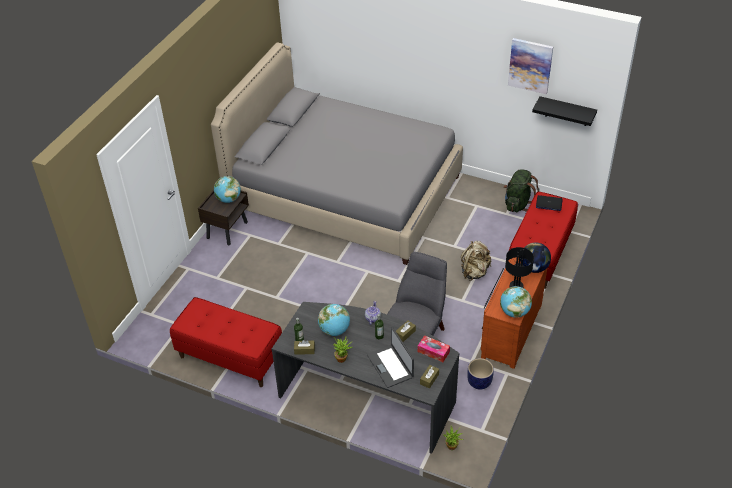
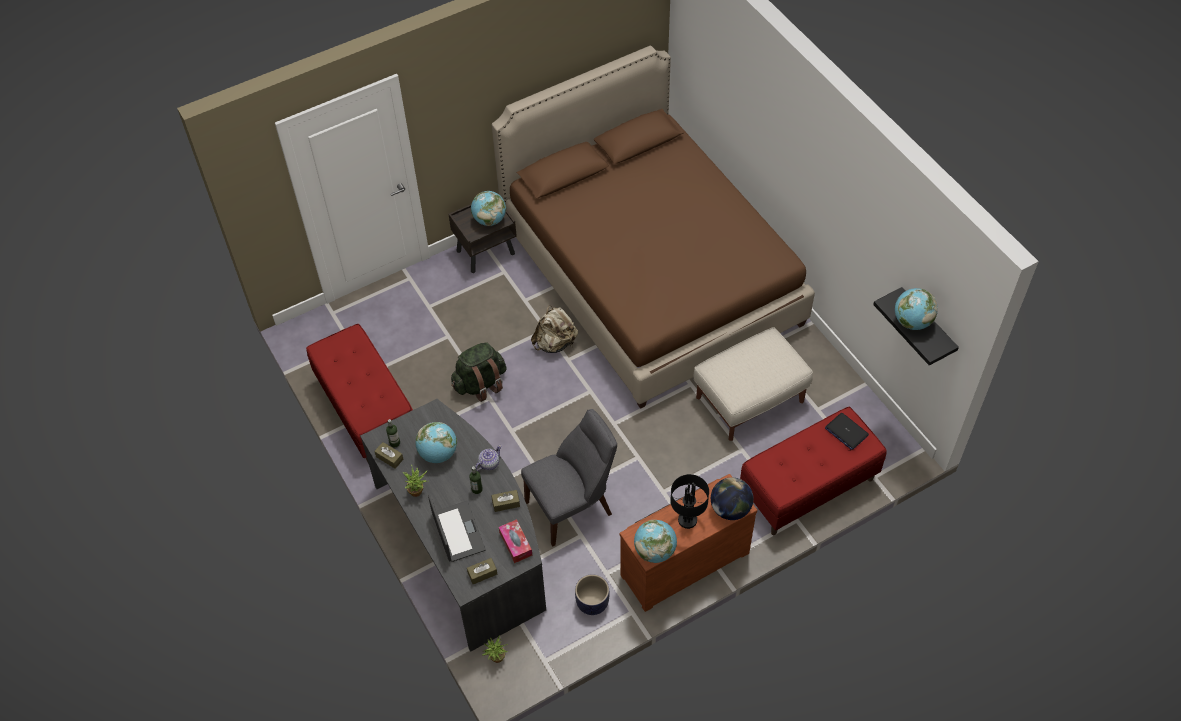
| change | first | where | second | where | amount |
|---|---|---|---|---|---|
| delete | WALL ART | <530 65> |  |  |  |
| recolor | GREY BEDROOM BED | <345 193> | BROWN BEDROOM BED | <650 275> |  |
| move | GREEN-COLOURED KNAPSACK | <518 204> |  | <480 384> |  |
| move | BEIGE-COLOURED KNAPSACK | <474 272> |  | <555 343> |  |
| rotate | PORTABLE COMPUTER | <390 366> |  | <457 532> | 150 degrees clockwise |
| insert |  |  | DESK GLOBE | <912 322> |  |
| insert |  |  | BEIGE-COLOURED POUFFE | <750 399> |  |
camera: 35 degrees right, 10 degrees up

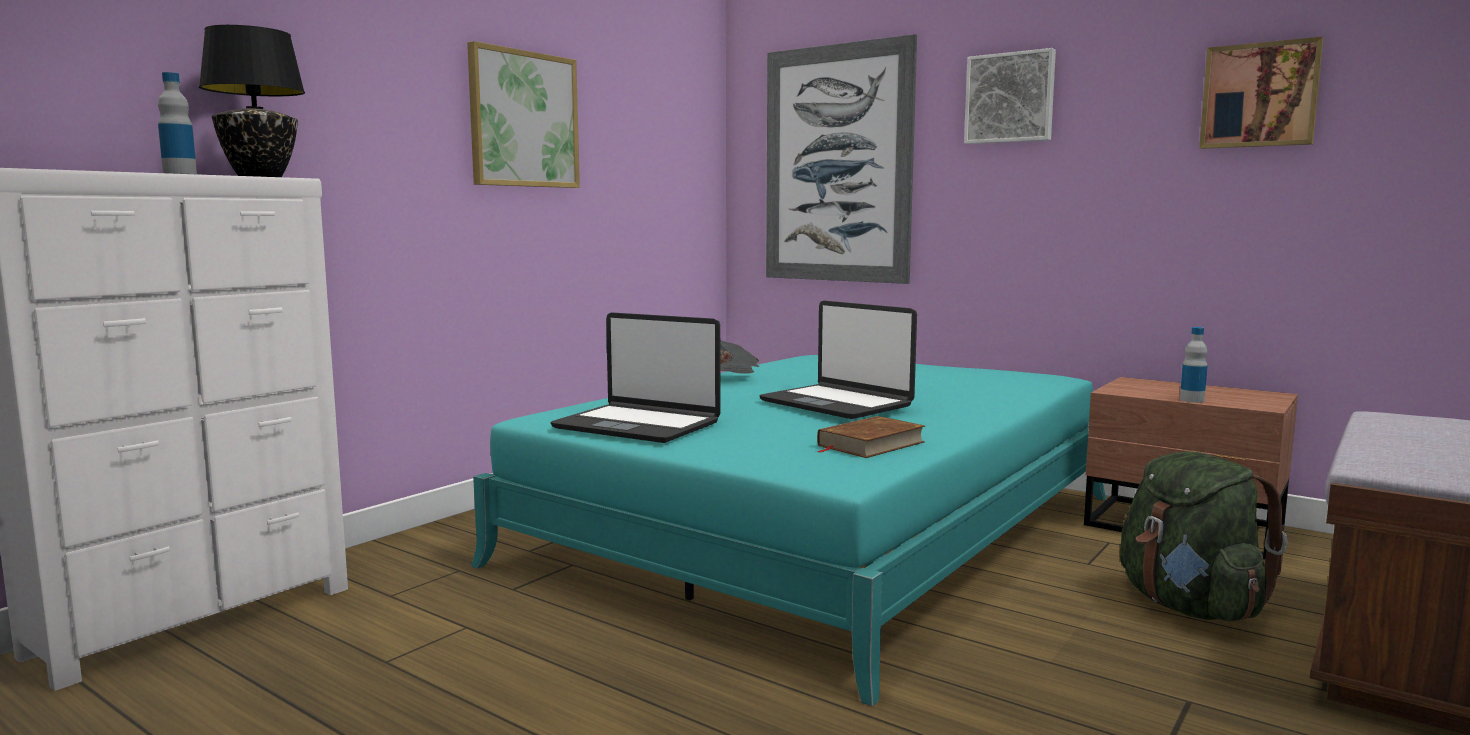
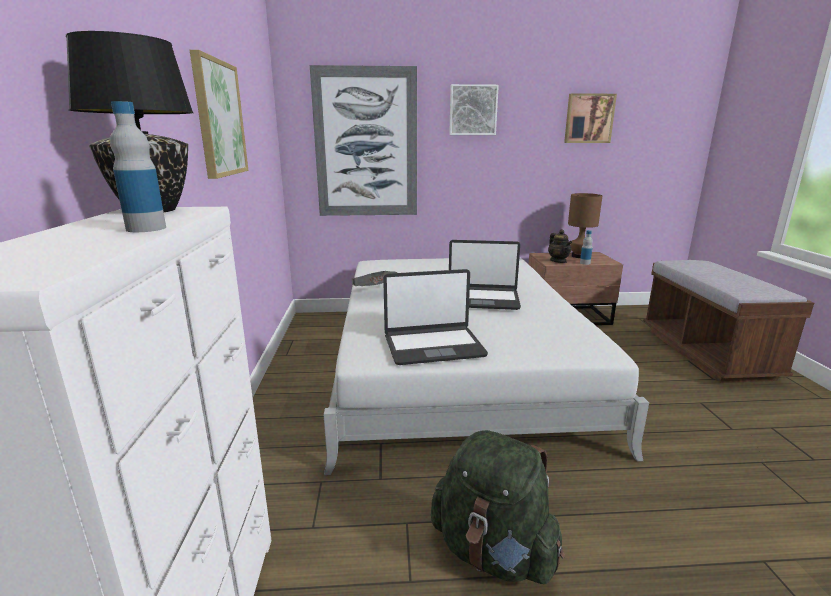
| change | first | where | second | where | amount |
|---|---|---|---|---|---|
| recolor | TURQUOISE-COLOURED BEDROOM BED | <822 529> | WHITE BEDROOM BED | <455 365> |  |
| delete | BROWN BOUND BOOK | <870 444> |  |  |  |
| move | GREEN-COLOURED KNAPSACK | <1189 607> |  | <493 552> |  |
| insert |  |  | BROWN LAMP FOR A TABLE | <578 256> |  |
| insert |  |  | POT FOR TEA | <558 261> |  |
camera: 40 degrees left, 10 degrees up

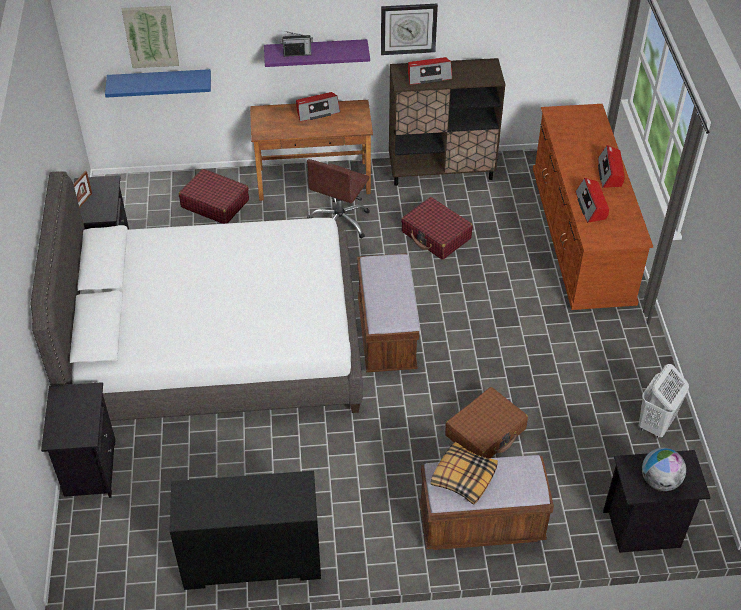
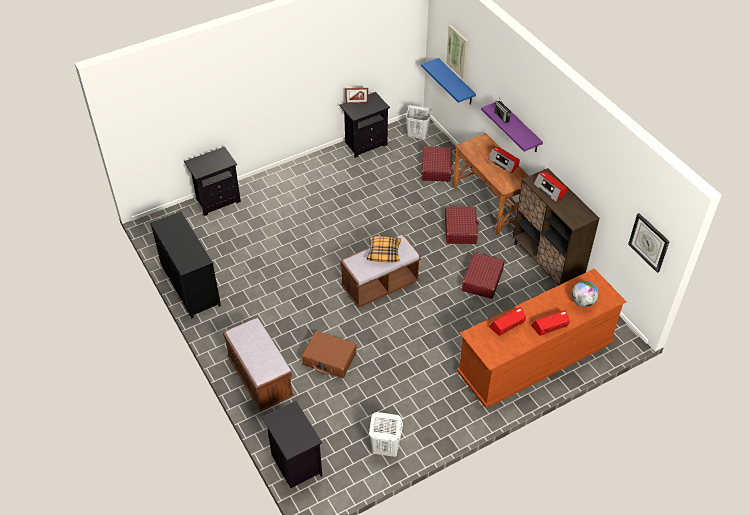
| change | first | where | second | where | amount |
|---|---|---|---|---|---|
| move | HANGING CLOCK | <408 28> |  | <649 242> |  |
| replace | BROWN COMPUTER CHAIR | <340 222> | RED TRAVEL CASE | <460 230> |  |
| delete | WHITE BEDROOM BED | <215 347> |  |  |  |
| move | PILLOW | <463 477> |  | <384 252> |  |
| move | DESK GLOBE | <659 481> |  | <582 302> |  |
| insert |  |  | WHITE LAUNDRY BASKET | <418 136> |  |
camera: 65 degrees right, 0 degrees up

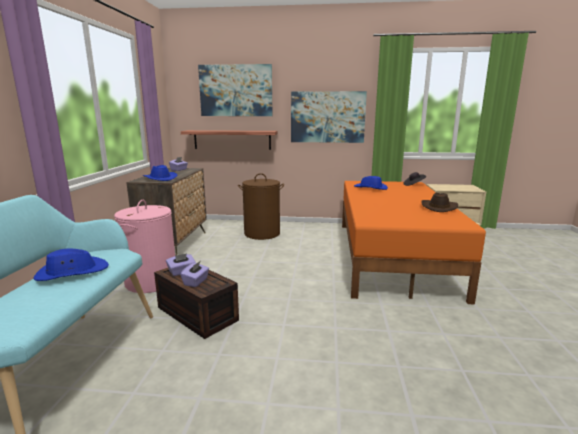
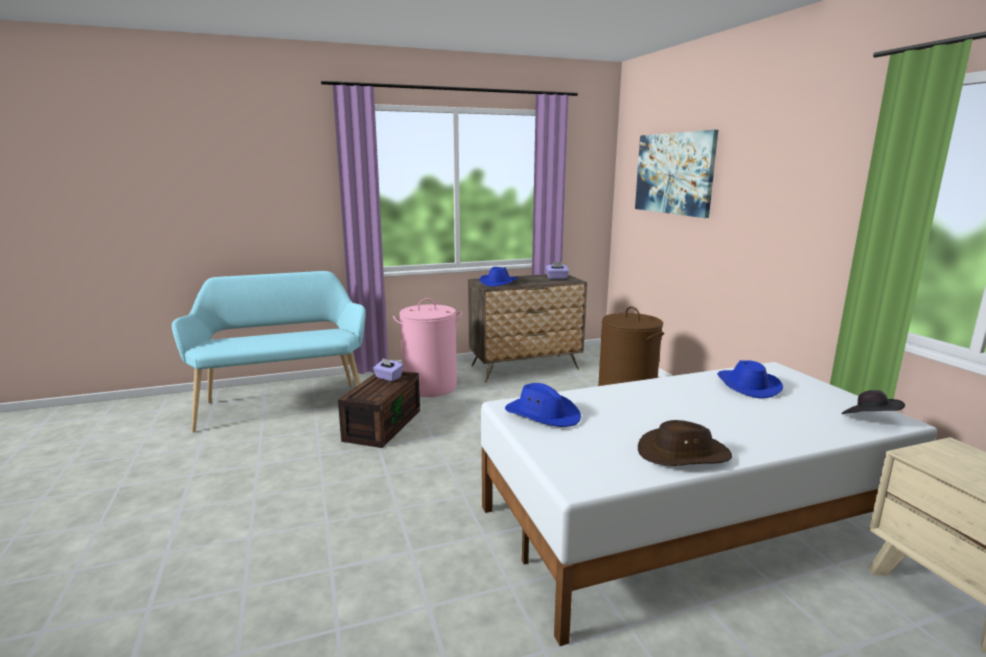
| change | first | where | second | where | amount |
|---|---|---|---|---|---|
| delete | WALL ART | <327 117> |  |  |  |
| delete | BRACKET SHELF | <232 140> |  |  |  |
| recolor | ORANGEY BEDROOM BED | <392 255> | WHITE BEDROOM BED | <688 524> |  |
| move | BLUE WEARABLE HAT | <72 272> |  | <542 414> |  |
| delete | PURPLISH TISSUE HOLDER | <196 282> |  |  |  |
camera: 65 degrees right, 0 degrees up

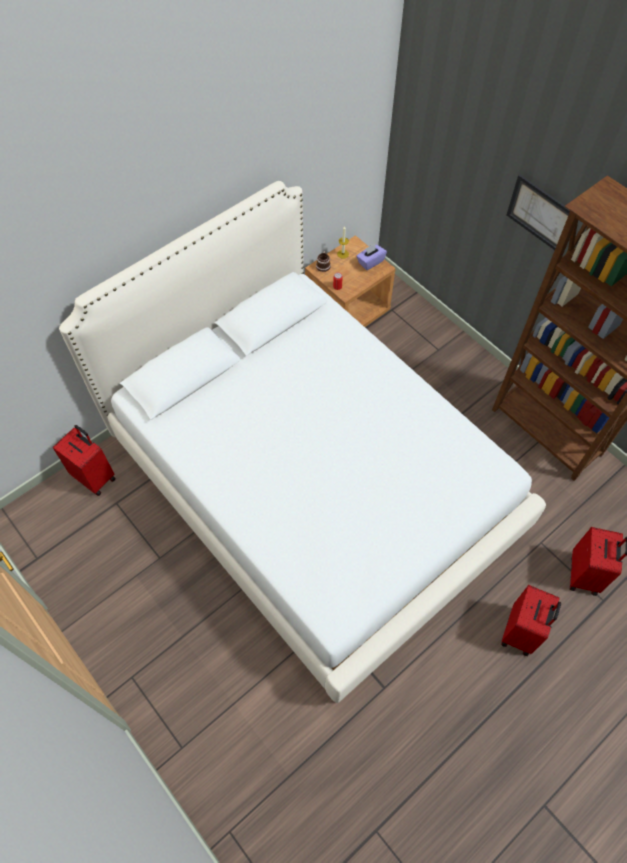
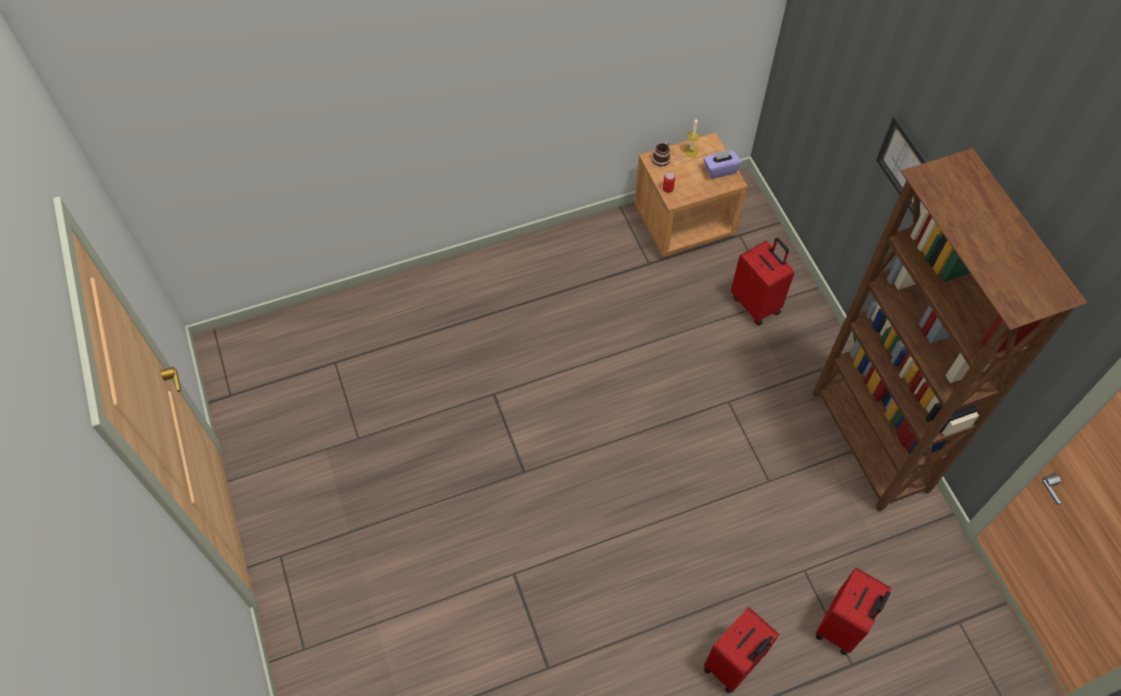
| change | first | where | second | where | amount |
|---|---|---|---|---|---|
| delete | WHITE BEDROOM BED | <313 484> |  |  |  |
| move | RED TRAVEL CASE | <95 477> |  | <756 304> |  |
camera: 20 degrees right, 0 degrees up

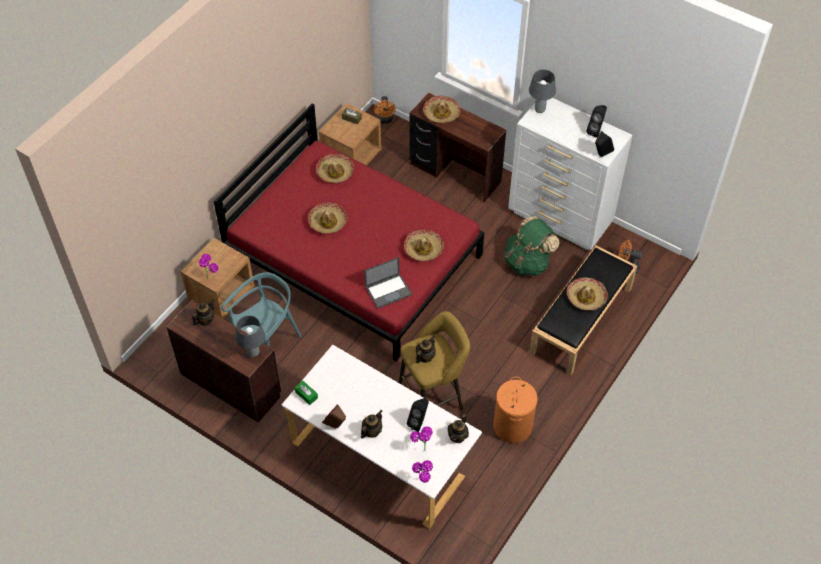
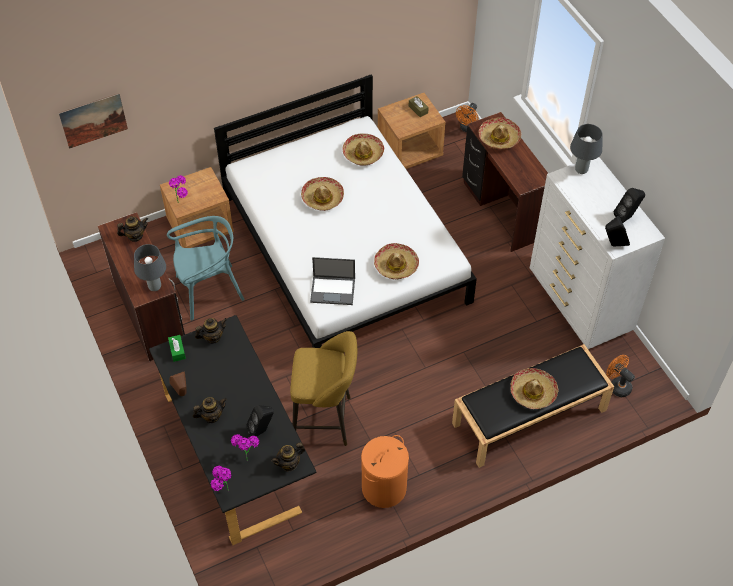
| change | first | where | second | where | amount |
|---|---|---|---|---|---|
| recolor | RED BEDROOM BED | <354 258> | WHITE BEDROOM BED | <345 249> |  |
| delete | GREEN-COLOURED KNAPSACK | <528 262> |  |  |  |
| move | POT FOR TEA | <425 357> |  | <212 337> |  |
| recolor | WHITE DESK | <381 457> | BLACK DESK | <237 451> |  |
| insert |  |  | WALL ART | <93 120> |  |
camera: 30 degrees right, 0 degrees up

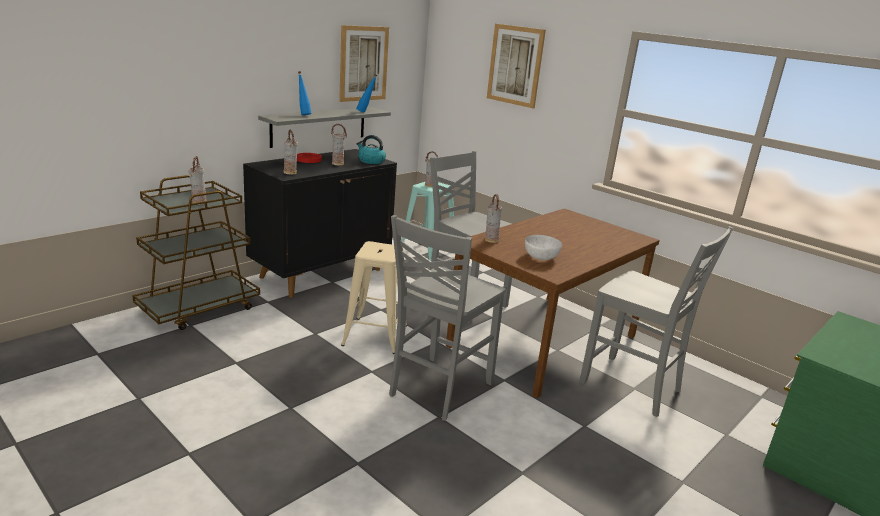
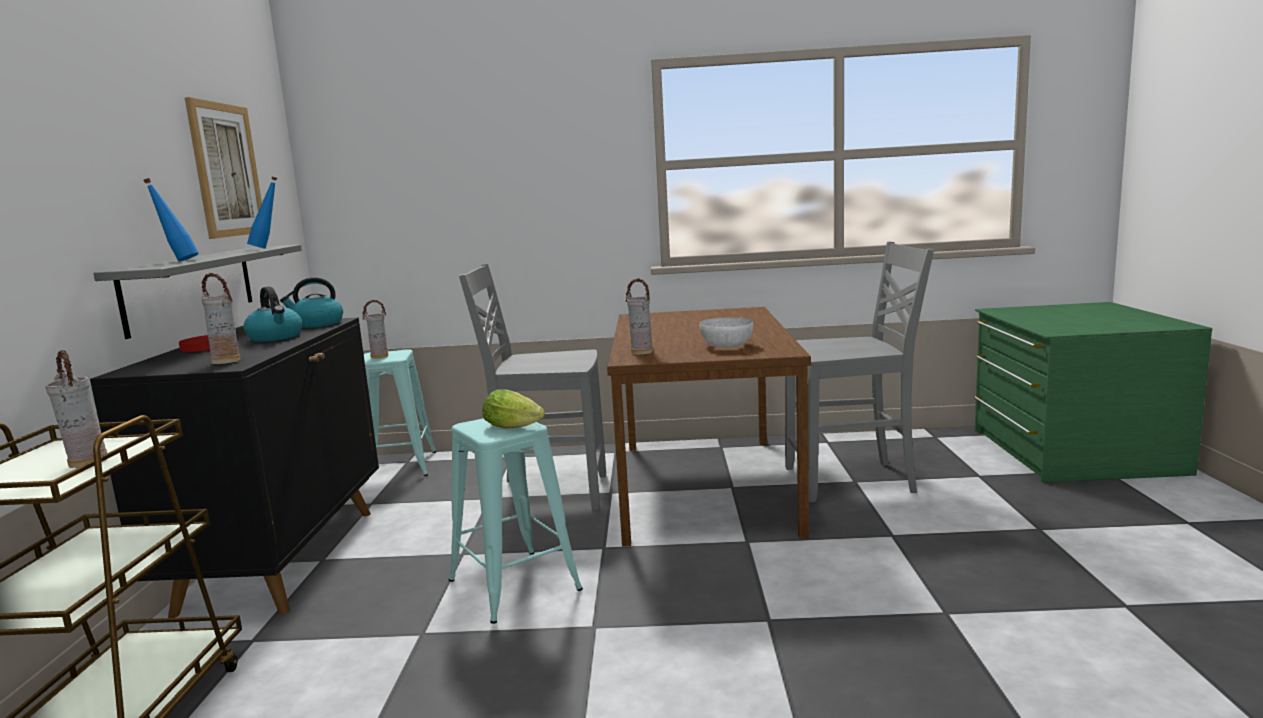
| change | first | where | second | where | amount |
|---|---|---|---|---|---|
| delete | WALL ART | <515 65> |  |  |  |
| replace | FLOWER VASE | <338 164> | WATER KETTLE | <276 337> |  |
| delete | GREY PLAIN CHAIR | <438 389> |  |  |  |
| recolor | BEIGE-COLOURED STOOL SEAT | <375 335> | TURQUOISE-COLOURED STOOL SEAT | <514 585> |  |
| insert |  |  | HEAD OF LETTUCE | <515 427> |  |
camera: 40 degrees left, 10 degrees down

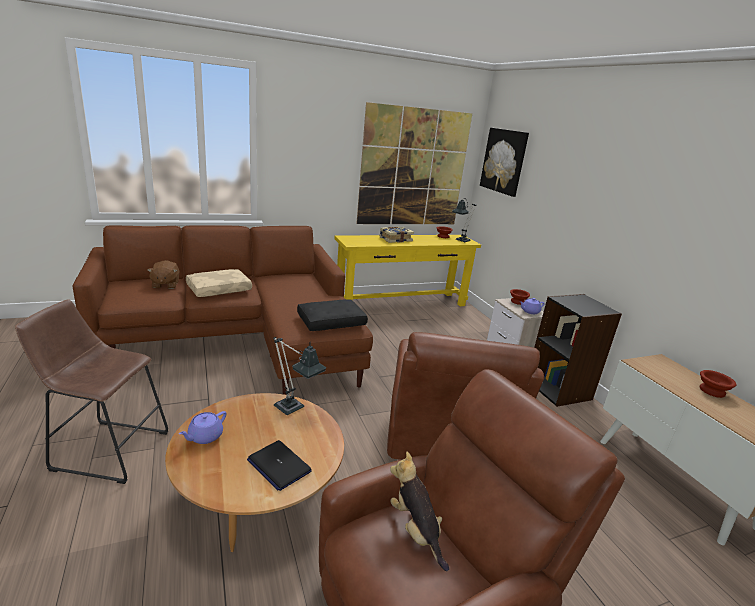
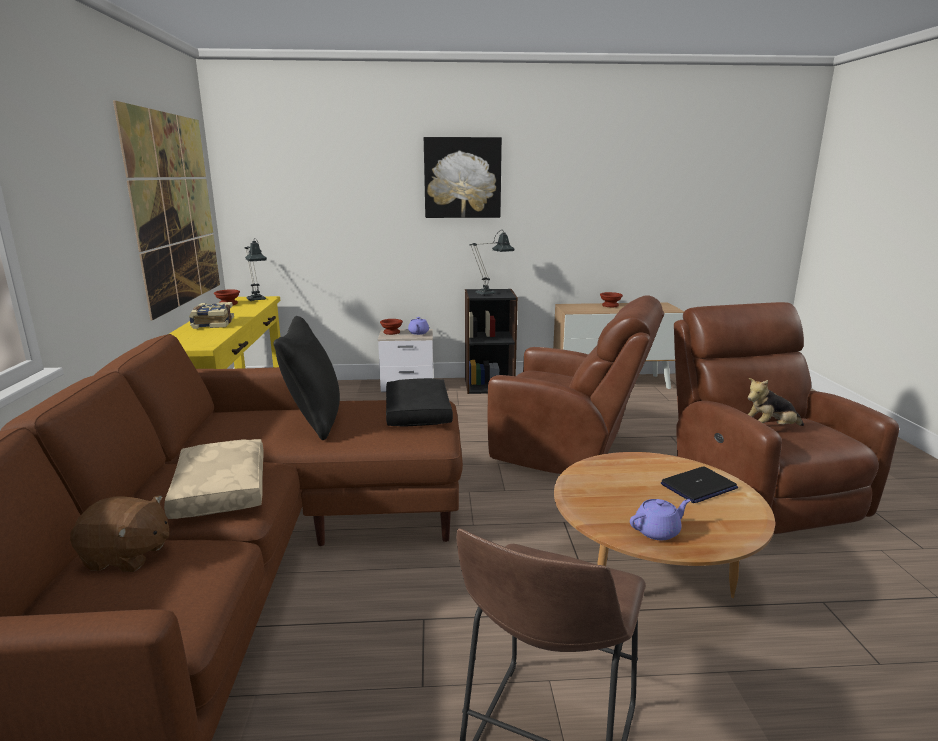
| change | first | where | second | where | amount |
|---|---|---|---|---|---|
| move | WALL ART | <504 161> |  | <462 178> |  |
| move | LAMP FOR A TABLE | <293 410> |  | <490 293> |  |
| rotate | PURPLISH POT FOR TEA | <204 437> |  | <657 531> | 75 degrees counterclockwise |
| insert |  |  | BLACK PILLOW | <314 420> |  |
camera: 70 degrees left, 5 degrees down

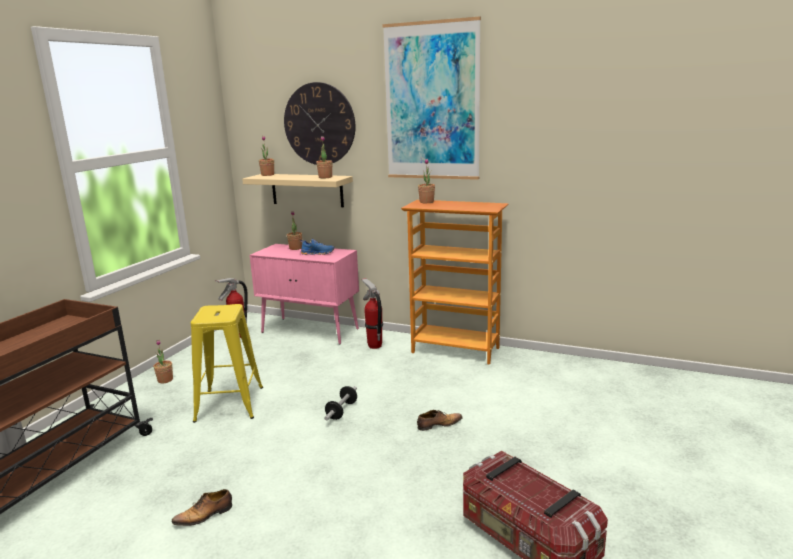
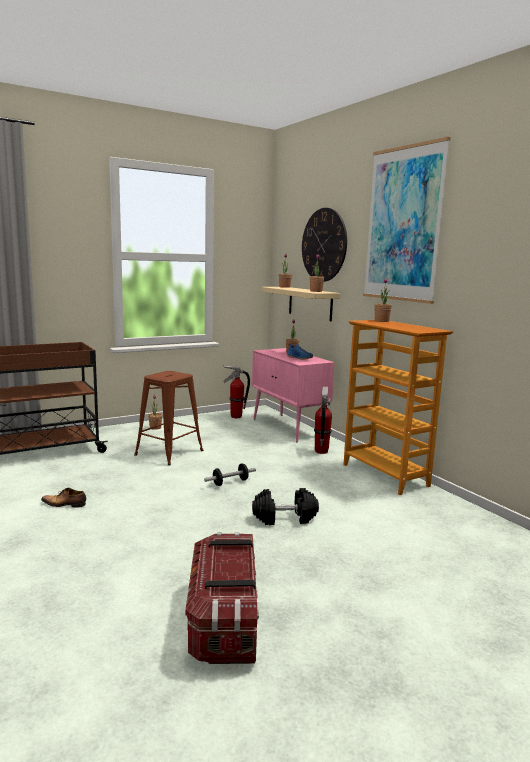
| change | first | where | second | where | amount |
|---|---|---|---|---|---|
| recolor | YELLOW-COLOURED STOOL SEAT | <229 404> | BROWN STOOL SEAT | <169 453> |  |
| replace | ITEM OF FOOTWEAR | <438 425> | BLACK DUMBBELL | <285 518> |  |
camera: 35 degrees right, 5 degrees down

